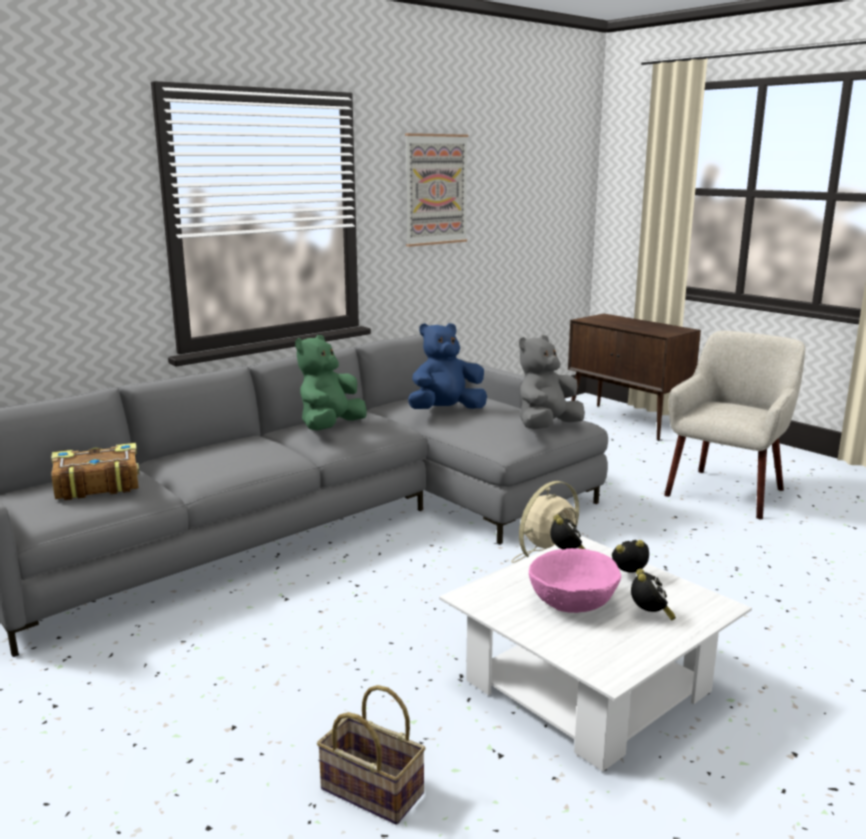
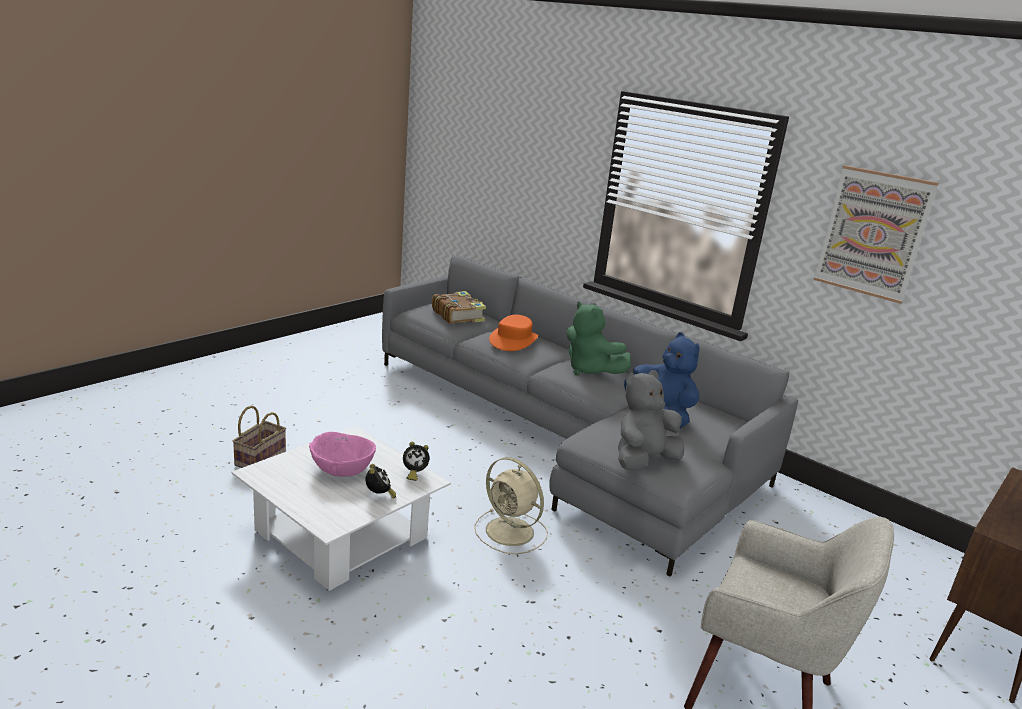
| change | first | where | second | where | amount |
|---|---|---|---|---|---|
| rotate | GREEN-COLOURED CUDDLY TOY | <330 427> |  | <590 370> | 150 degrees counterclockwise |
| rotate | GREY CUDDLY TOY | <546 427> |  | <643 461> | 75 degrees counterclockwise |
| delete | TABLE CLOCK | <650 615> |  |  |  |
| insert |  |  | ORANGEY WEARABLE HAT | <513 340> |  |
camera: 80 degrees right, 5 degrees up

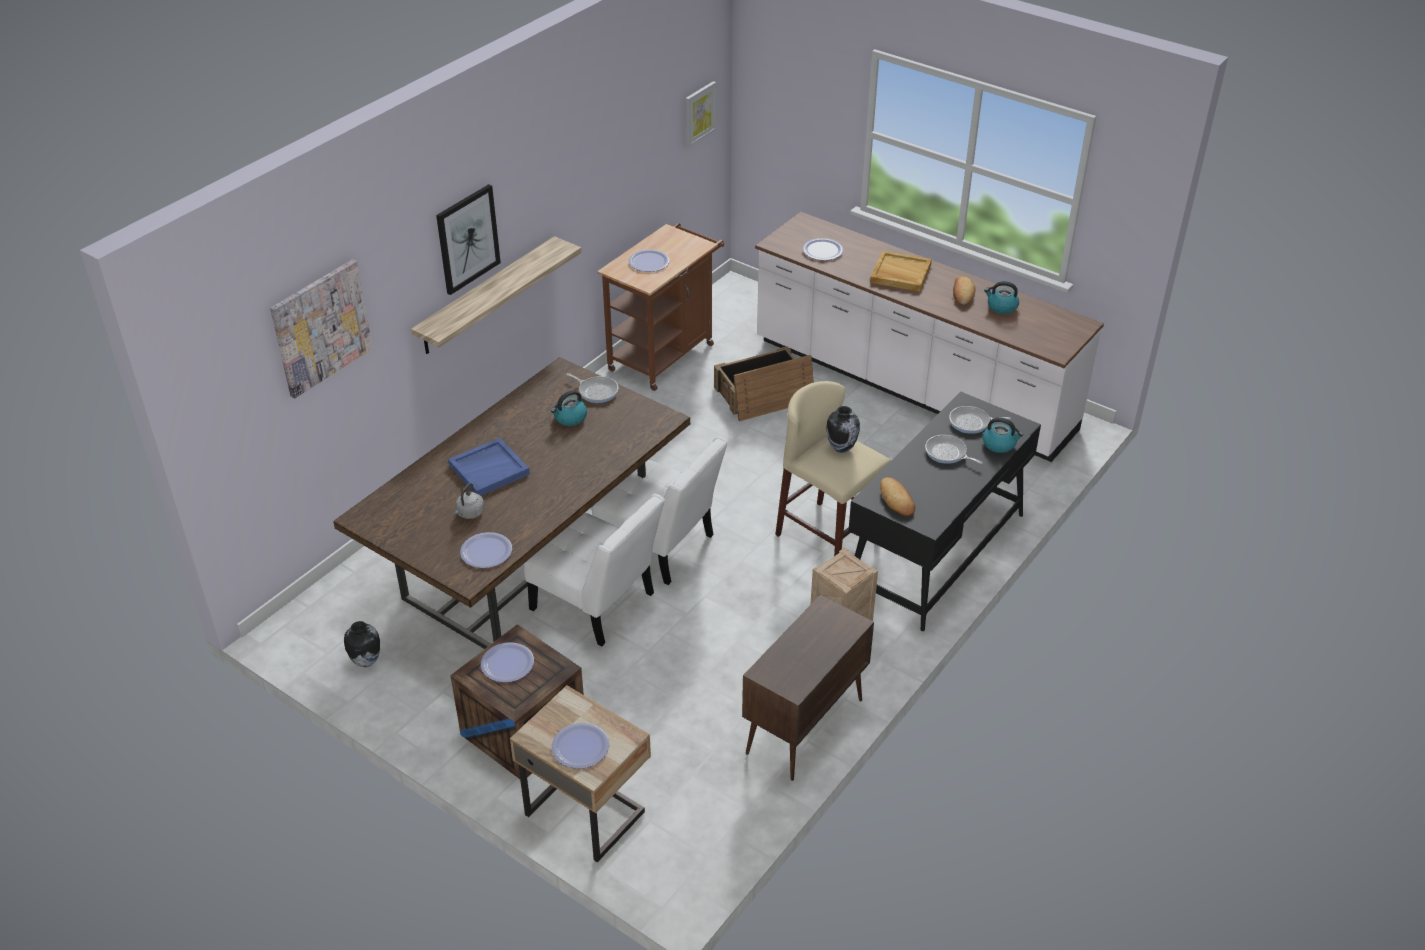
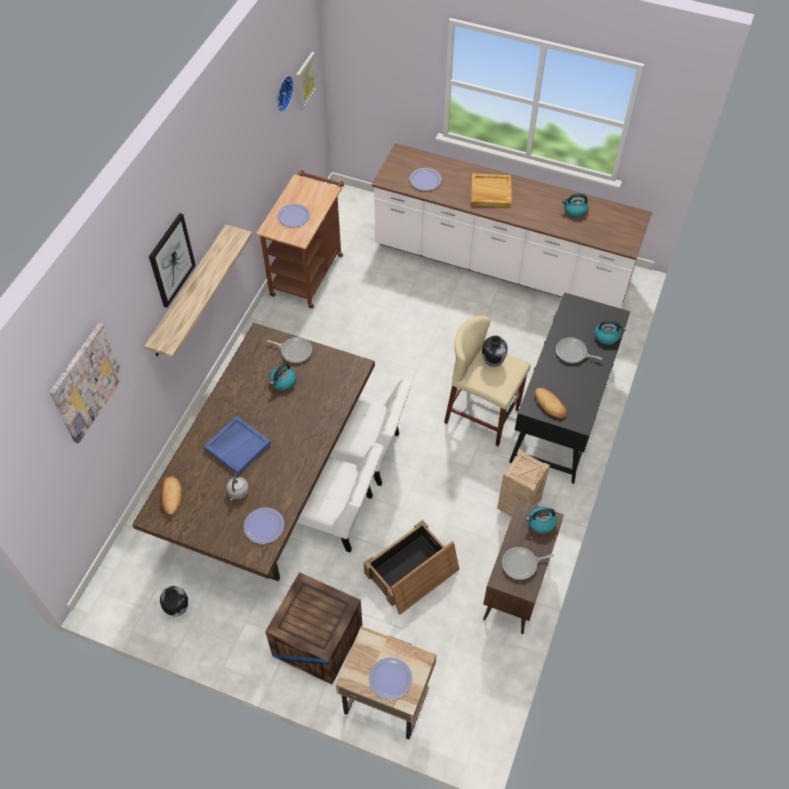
| change | first | where | second | where | amount |
|---|---|---|---|---|---|
| move | BREAD | <962 294> |  | <171 496> |  |
| move | PACKING CRATE | <763 395> |  | <411 573> |  |
| move | PAN | <971 423> |  | <521 564> |  |
| delete | DINNER PLATE | <507 663> |  |  |  |
| insert |  |  | HANGING CLOCK | <282 93> |  |
| insert |  |  | WATER KETTLE | <541 523> |  |
camera: 15 degrees left, 15 degrees up

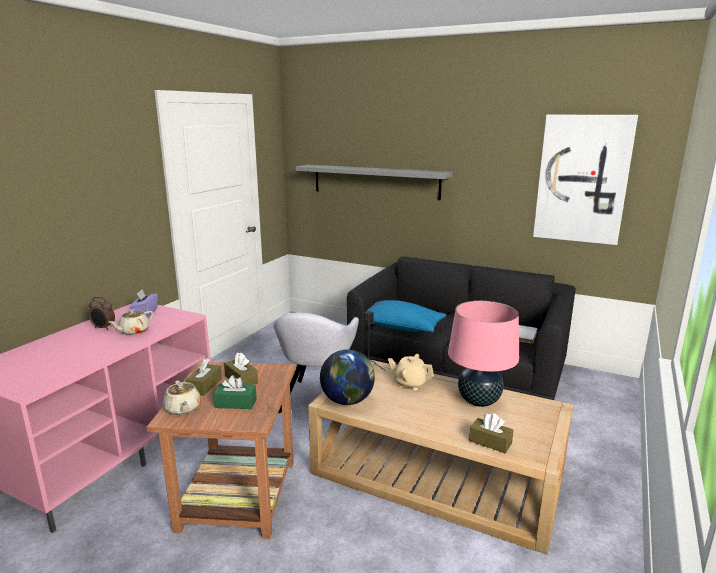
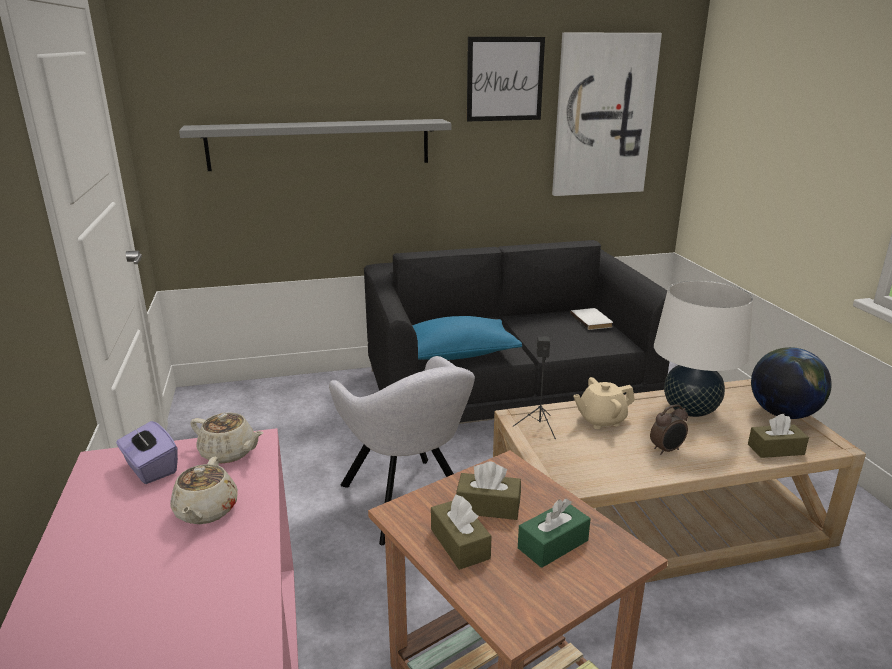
| change | first | where | second | where | amount |
|---|---|---|---|---|---|
| move | TABLE CLOCK | <103 328> |  | <667 450> |  |
| recolor | PINK-COLOURED LAMP FOR A TABLE | <479 401> | WHITE LAMP FOR A TABLE | <690 410> |  |
| move | DESK GLOBE | <347 400> |  | <783 413> |  |
| move | BEIGE-COLOURED POT FOR TEA | <183 409> |  | <229 453> |  |
| insert |  |  | WALL ART | <505 79> |  |
camera: 40 degrees left, 5 degrees up

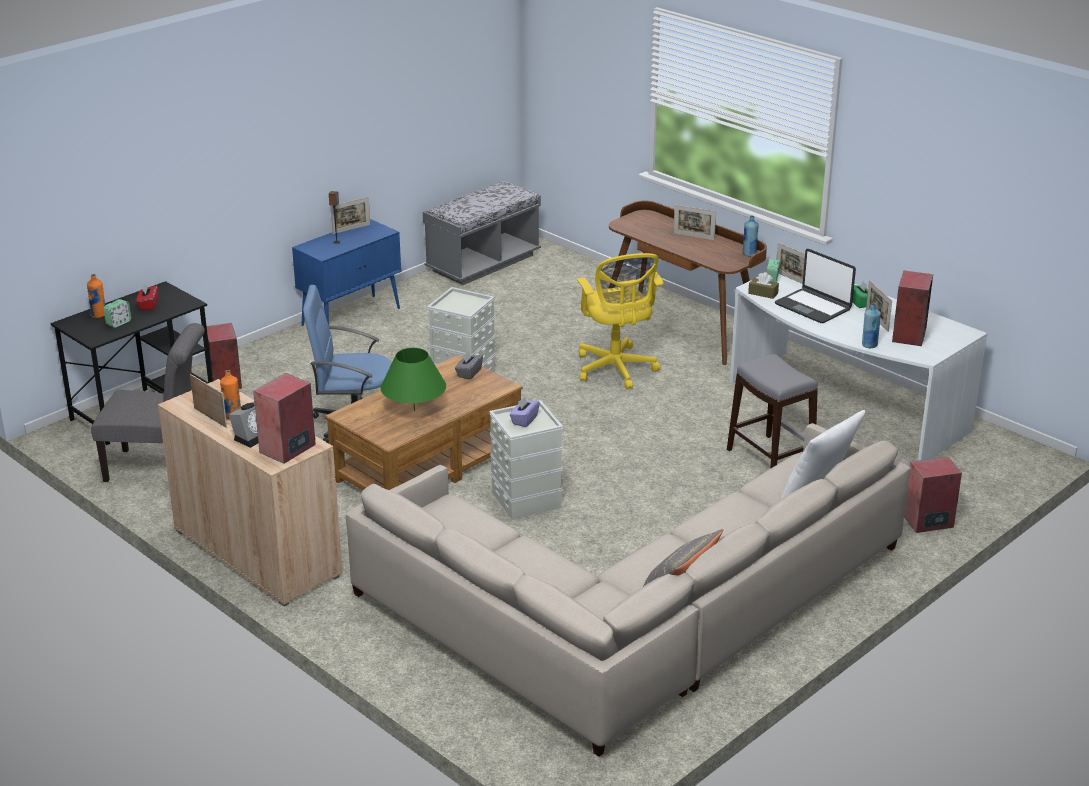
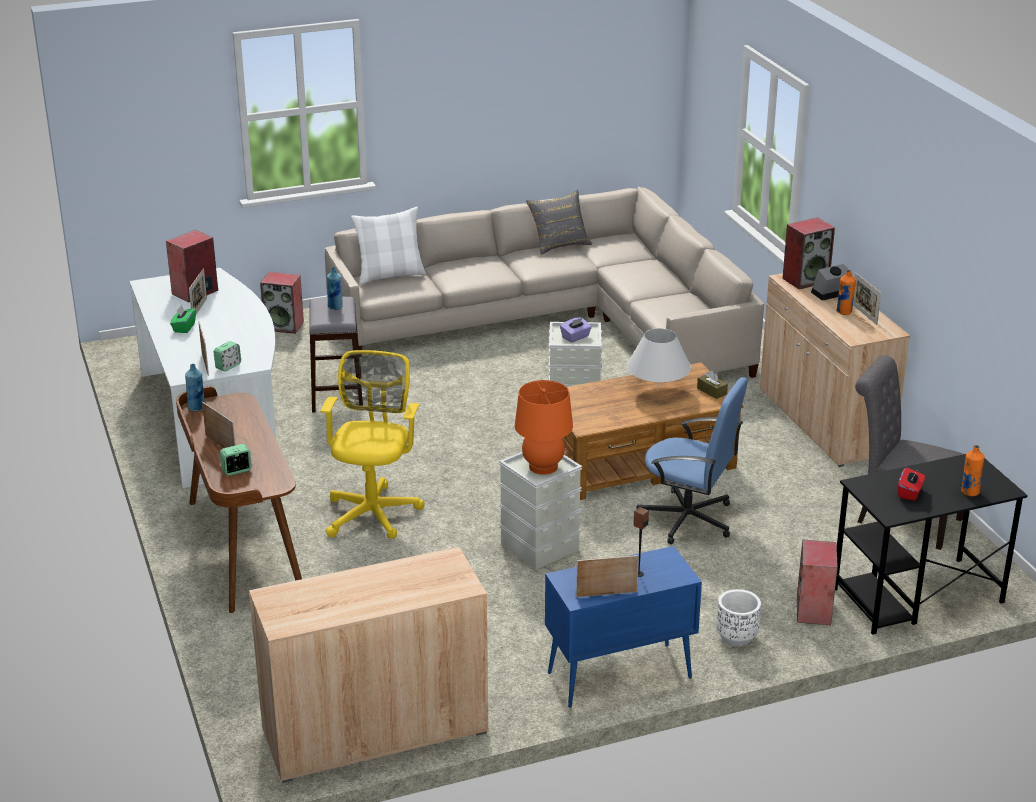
| change | first | where | second | where | amount |
|---|---|---|---|---|---|
| replace | GREY LONG SEAT | <483 263> | BEIGE-COLOURED CUPBOARD | <375 731> |  |
| delete | PORTABLE COMPUTER | <813 307> |  |  |  |
| move | BROWN TISSUE HOLDER | <763 293> |  | <711 391> |  |
| move | TABLE CLOCK | <118 323> |  | <236 470> |  |
| move | BLUE DRINK BOTTLE | <869 345> |  | <335 307> |  |
| recolor | GREEN-COLOURED LAMP FOR A TABLE | <414 410> | WHITE LAMP FOR A TABLE | <657 390> |  |
| delete | GREY TISSUE HOLDER | <469 373> |  |  |  |
| insert |  |  | ORANGEY LAMP FOR A TABLE | <543 467> |  |
| insert |  |  | WHITE PLANT POT | <736 637> |  |
camera: 155 degrees left, 0 degrees up

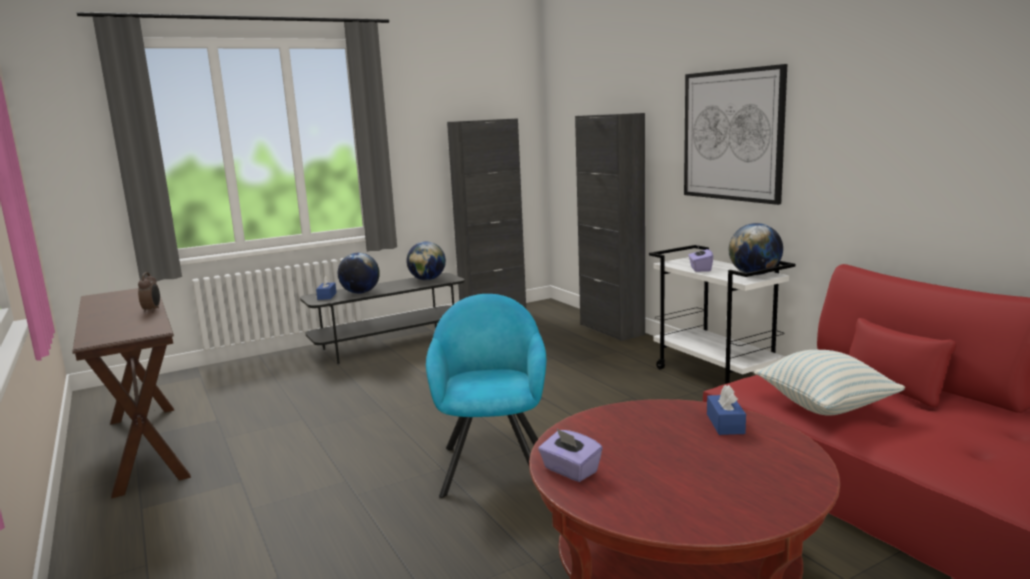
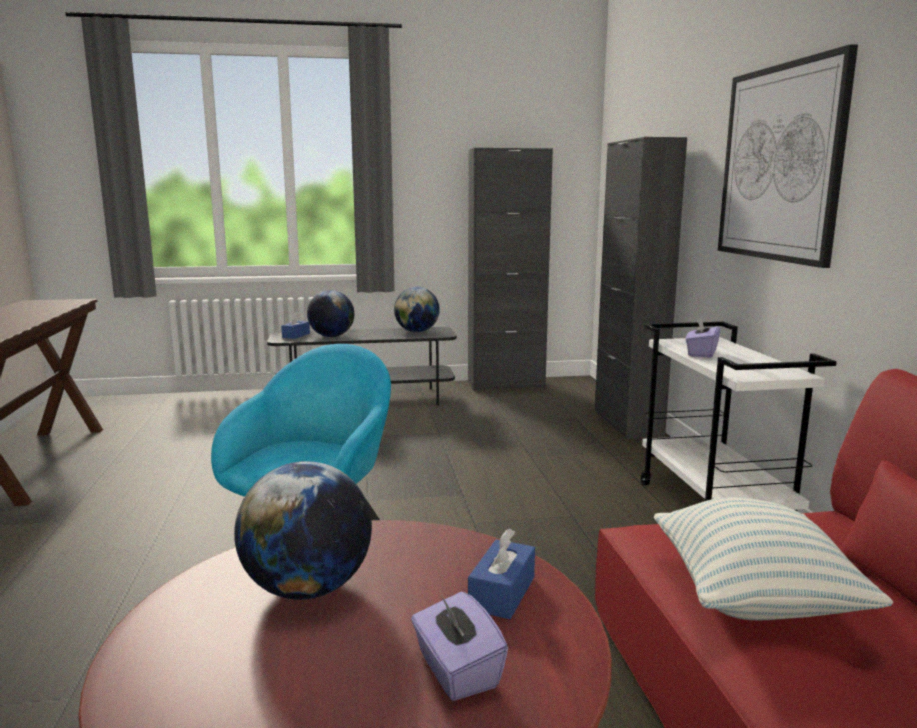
| change | first | where | second | where | amount |
|---|---|---|---|---|---|
| move | DESK GLOBE | <754 274> |  | <307 589> |  |
| delete | TABLE CLOCK | <152 310> |  |  |  |
| move | PURPLISH TISSUE HOLDER | <570 471> |  | <456 671> |  |
camera: 20 degrees right, 0 degrees up

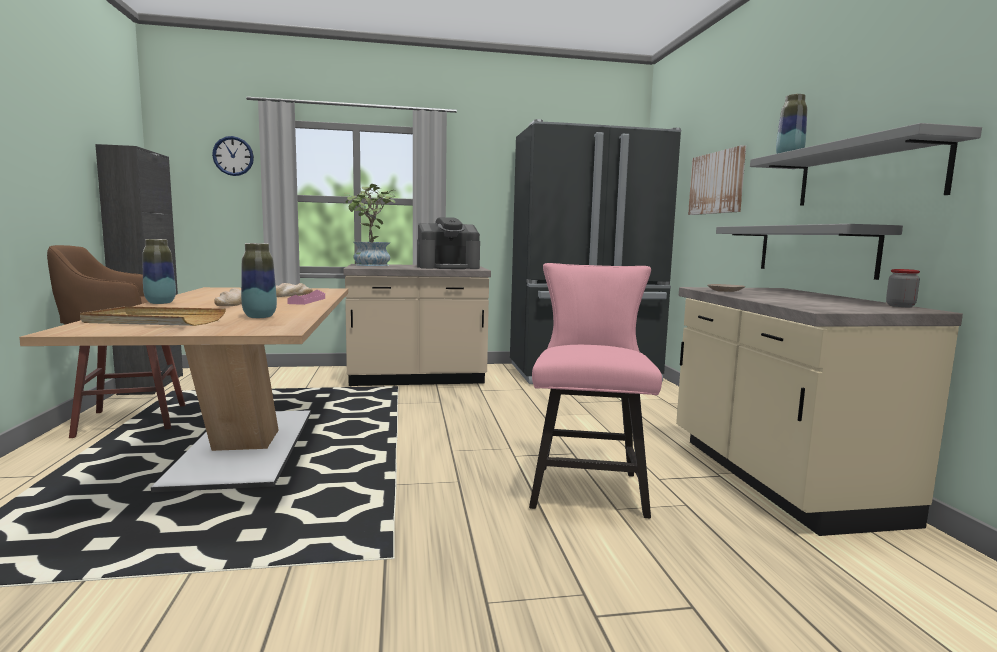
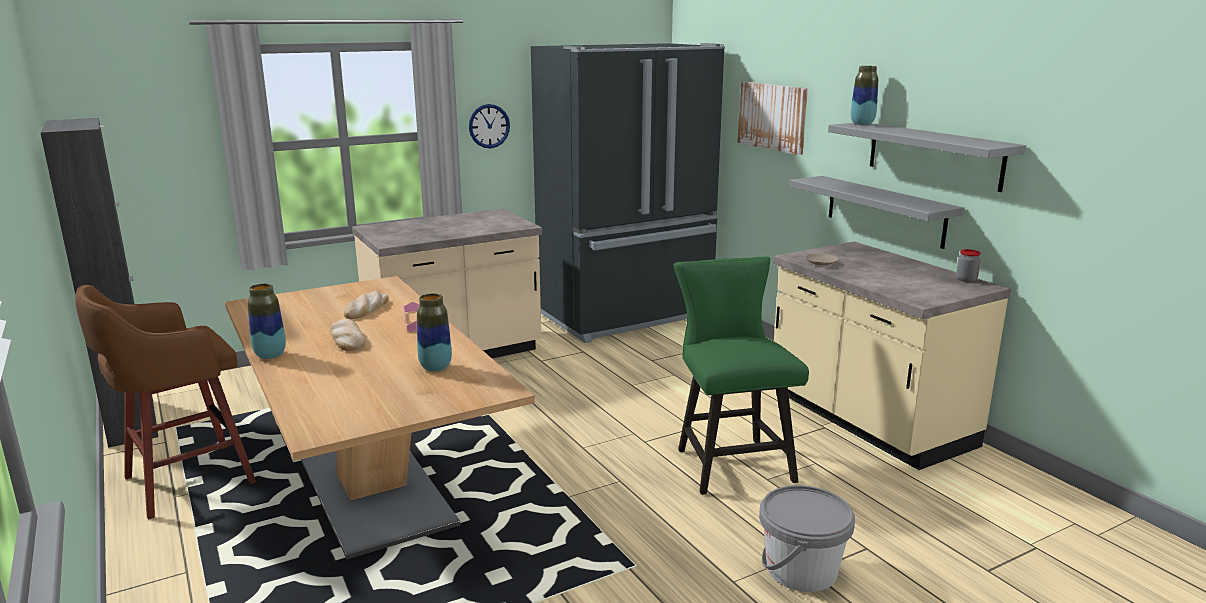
| change | first | where | second | where | amount |
|---|---|---|---|---|---|
| move | HANGING CLOCK | <233 156> |  | <489 126> |  |
| delete | HOUSEPLANT | <371 265> |  |  |  |
| delete | COFFEE BREWER | <448 267> |  |  |  |
| recolor | PINK-COLOURED PLAIN CHAIR | <587 486> | GREEN-COLOURED PLAIN CHAIR | <730 461> |  |
| delete | BEIGE-COLOURED TRAY | <154 321> |  |  |  |
| insert |  |  | GREY BUCKET | <801 570> |  |
camera: 20 degrees left, 10 degrees up

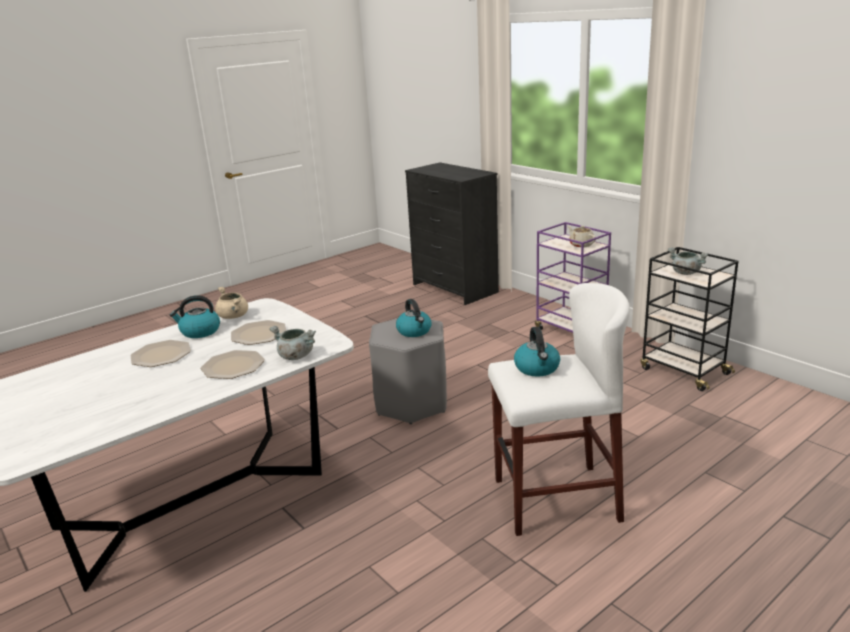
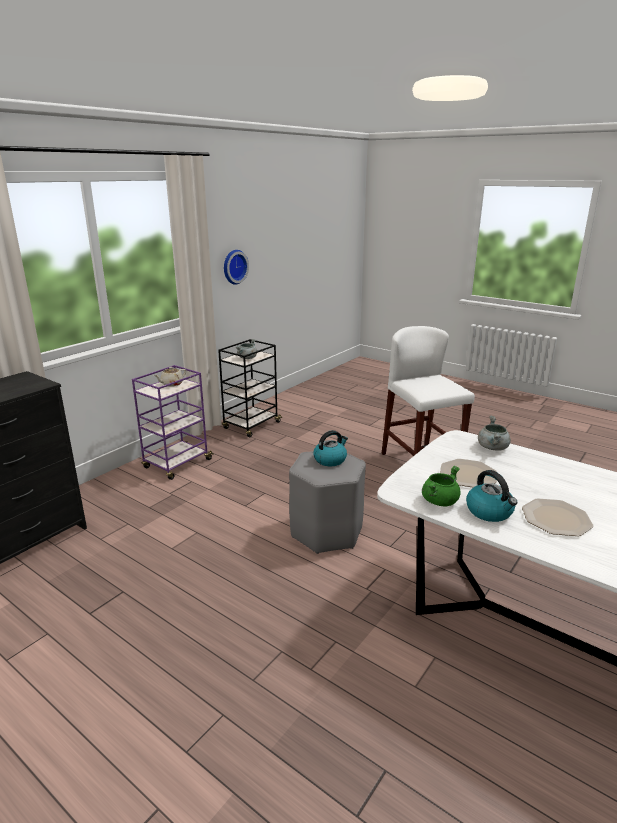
| change | first | where | second | where | amount |
|---|---|---|---|---|---|
| recolor | BEIGE-COLOURED SAUCEPOT | <234 316> | GREEN-COLOURED SAUCEPOT | <439 501> |  |
| delete | WATER KETTLE | <537 368> |  |  |  |
| delete | DINNER PLATE | <233 366> |  |  |  |
| insert |  |  | HANGING CLOCK | <233 266> |  |
camera: 105 degrees left, 0 degrees up

